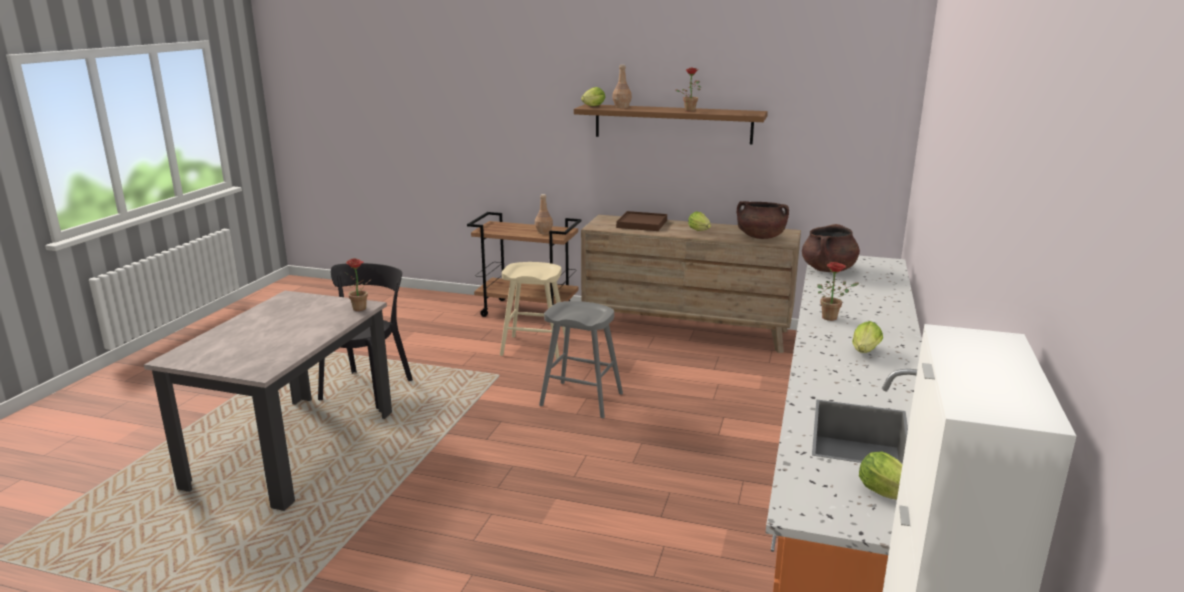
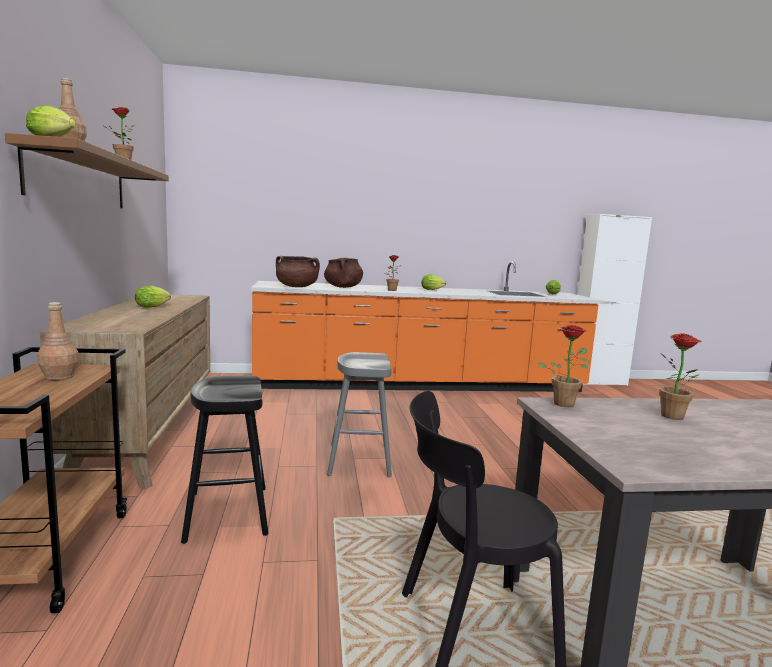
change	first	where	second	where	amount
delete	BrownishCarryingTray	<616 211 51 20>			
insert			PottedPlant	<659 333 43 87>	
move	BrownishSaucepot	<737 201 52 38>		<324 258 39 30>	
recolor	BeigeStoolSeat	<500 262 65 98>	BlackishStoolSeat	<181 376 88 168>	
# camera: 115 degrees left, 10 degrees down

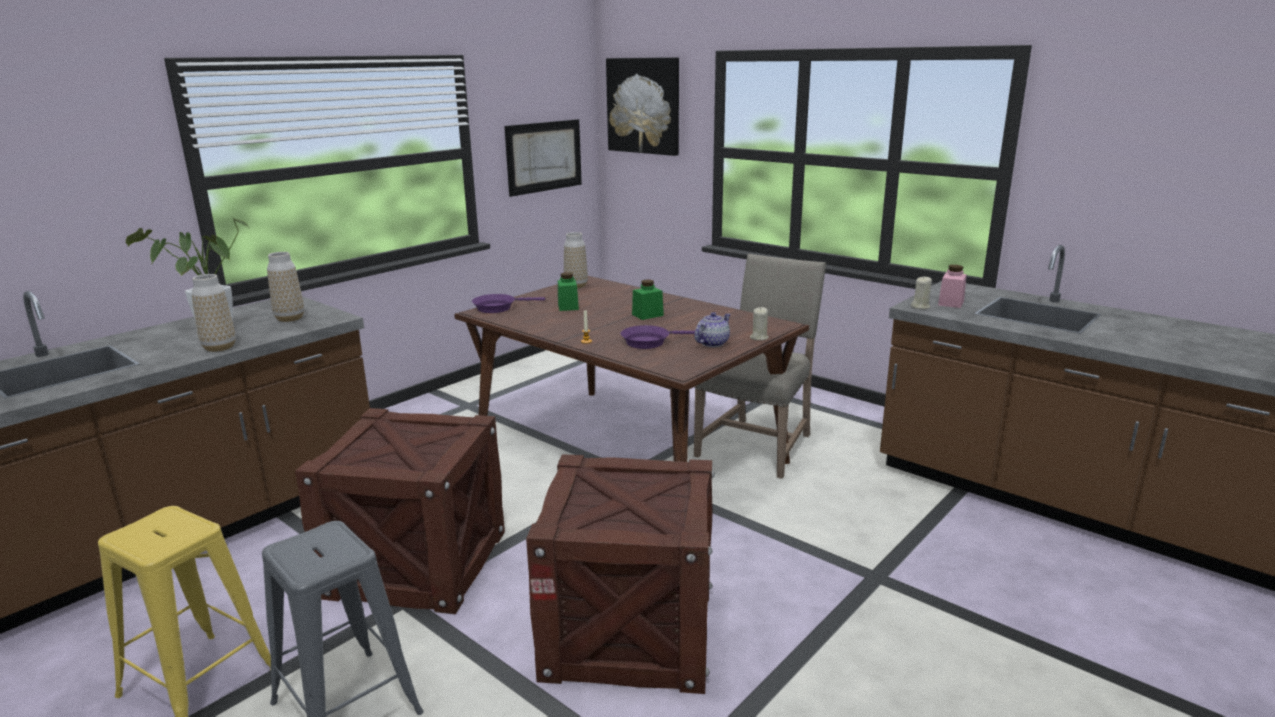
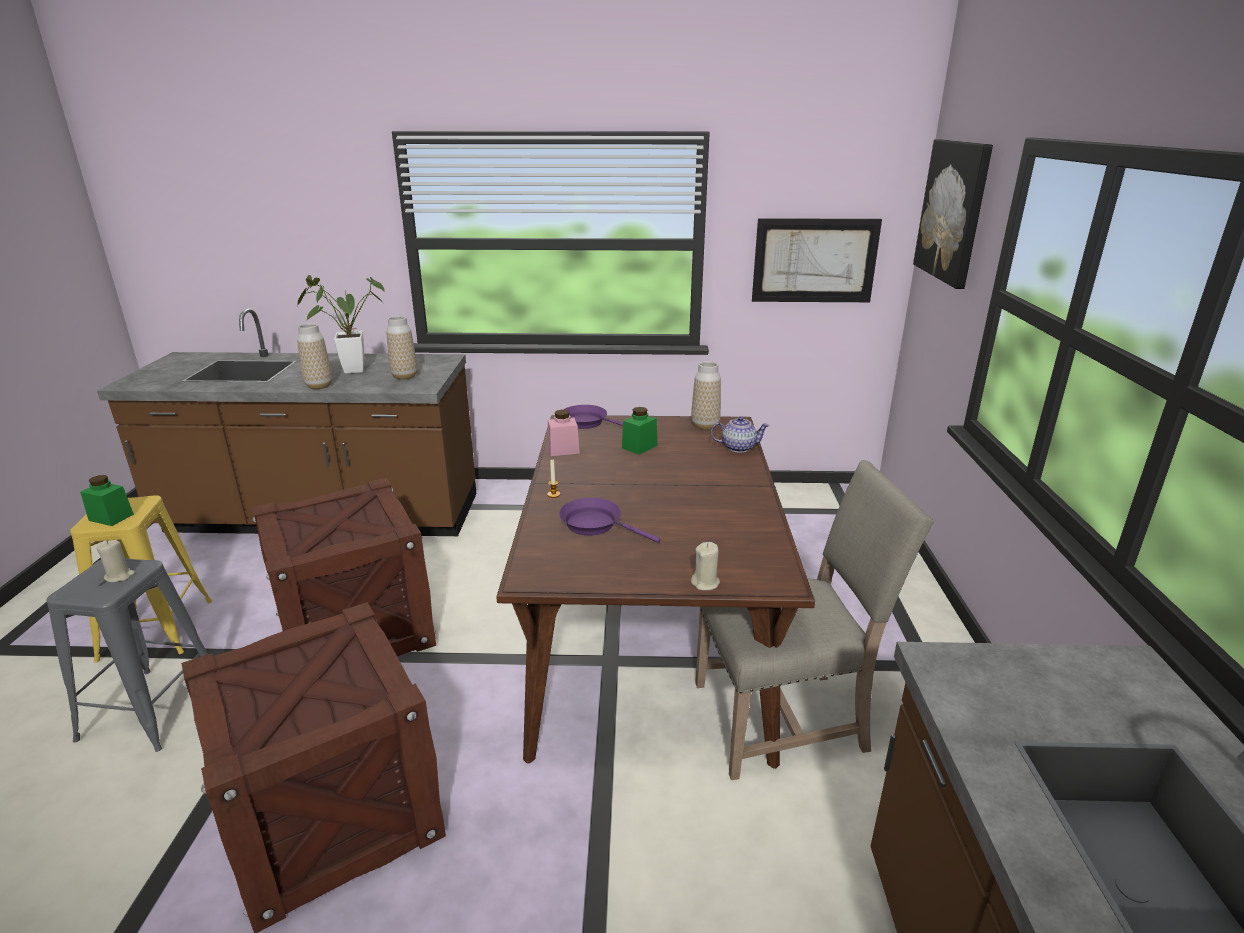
change	first	where	second	where	amount
move	GreenColouredJar	<632 279 32 41>		<80 475 54 51>	
move	TeaPot	<695 312 36 35>		<711 416 58 37>	
move	BeigeCandle	<911 277 21 32>		<96 540 39 42>	
move	PinkJar	<938 265 29 43>		<548 410 32 46>	
# camera: 50 degrees right, 5 degrees up

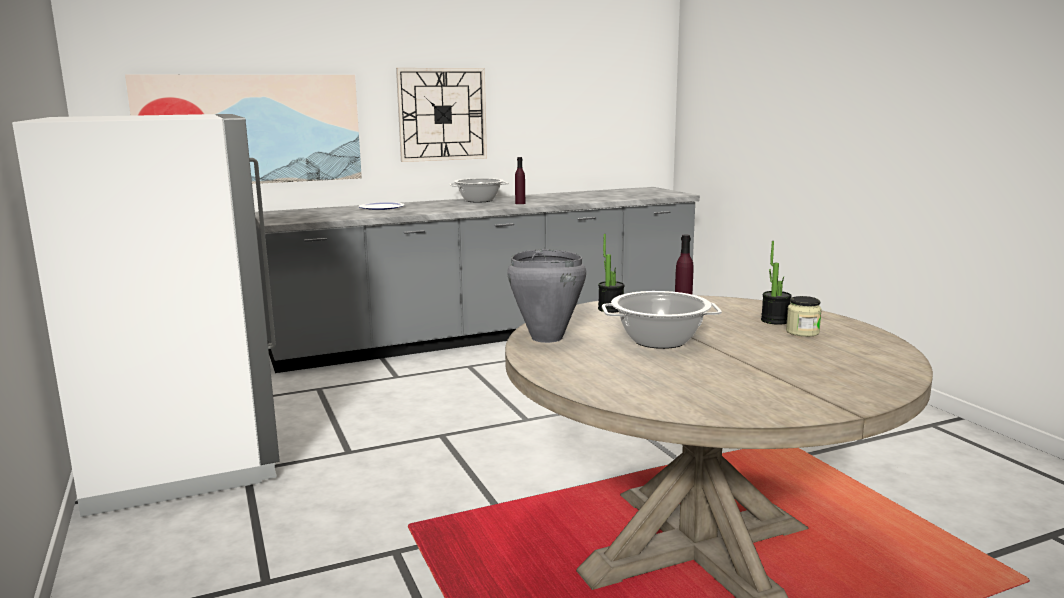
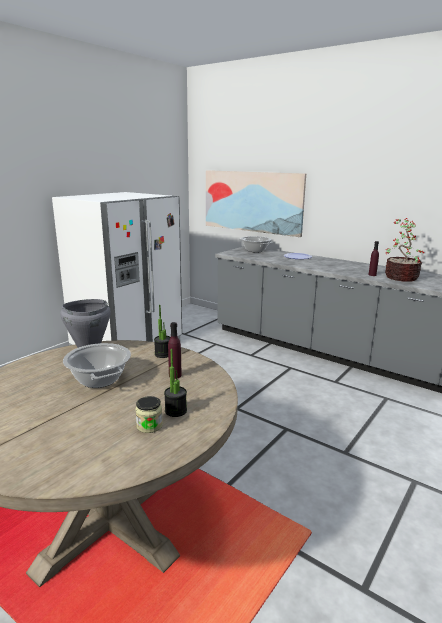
change	first	where	second	where	amount
delete	WallClock	<396 68 91 94>			
insert			PottedPlant	<385 218 39 64>	
move	Saucepot	<449 178 60 24>		<239 236 34 16>	
# camera: 60 degrees right, 5 degrees up

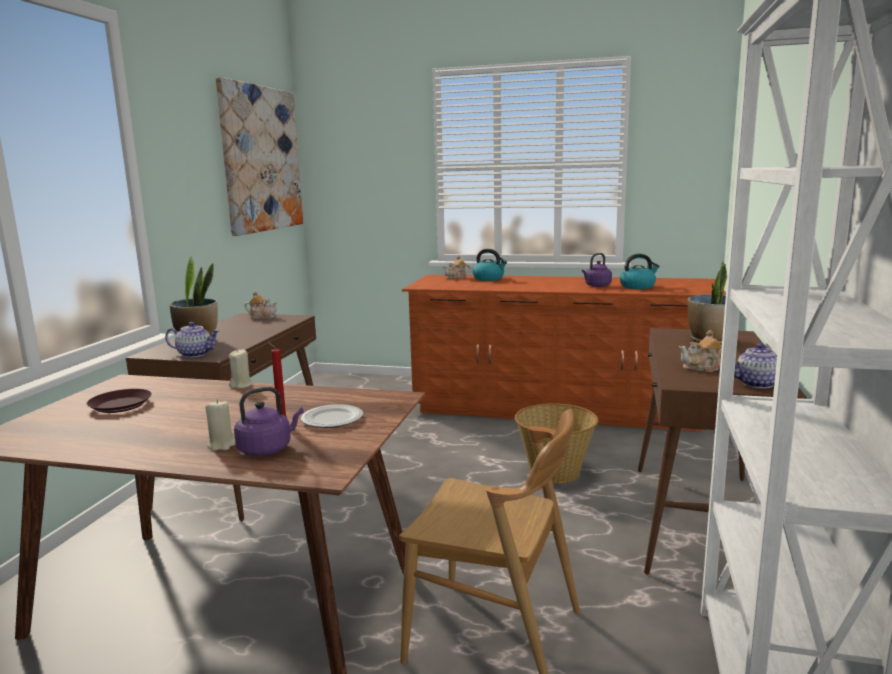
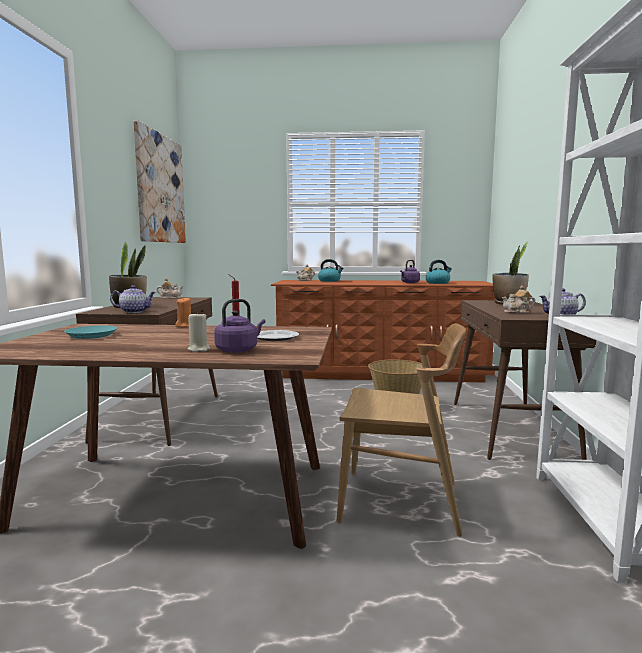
change	first	where	second	where	amount
recolor	BrownishPlate	<87 389 65 24>	BlueGreenPlate	<64 326 53 13>	
recolor	BeigeCandle	<229 349 23 40>	OrangeCandle	<175 298 16 29>	
# camera: 10 degrees left, 5 degrees down

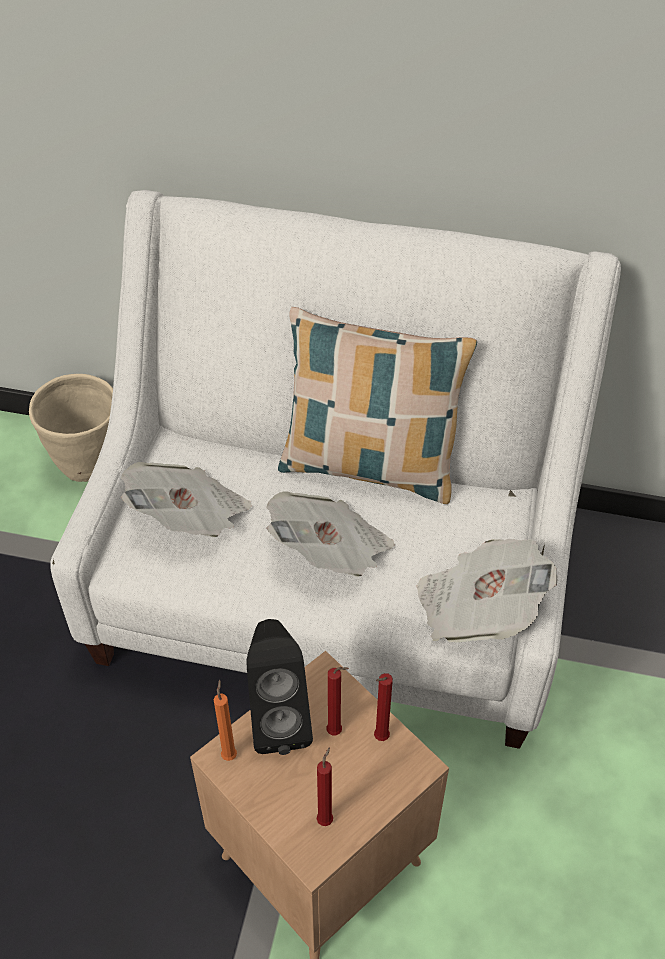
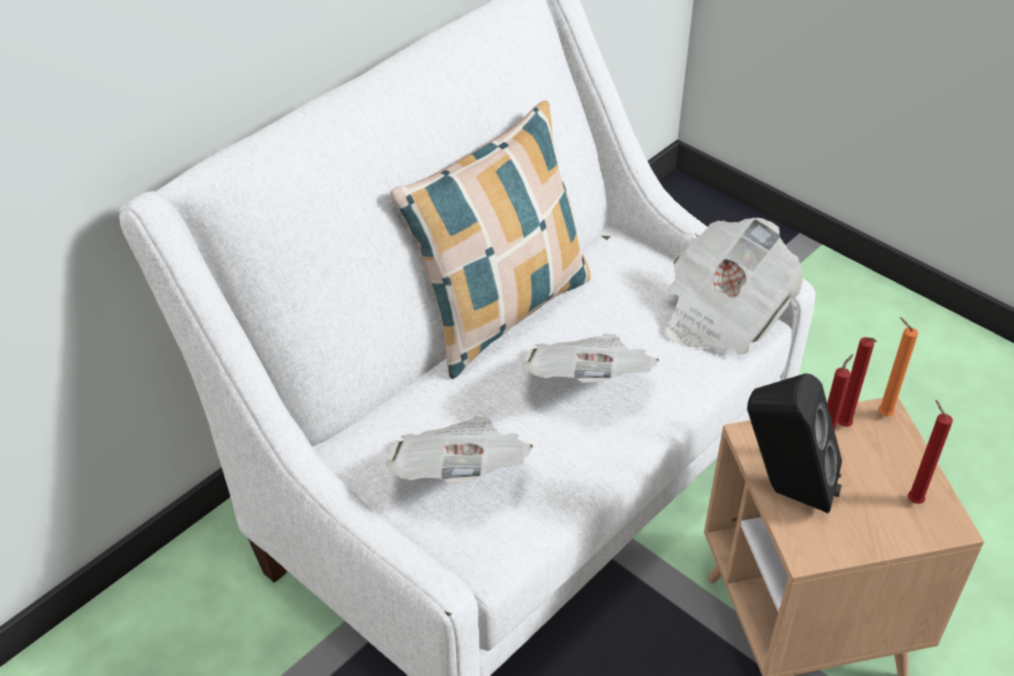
change	first	where	second	where	amount
delete	BeigePlantPot	<29 374 84 108>			
move	OrangeCandle	<214 680 23 81>		<878 317 40 100>	
# camera: 60 degrees left, 5 degrees down

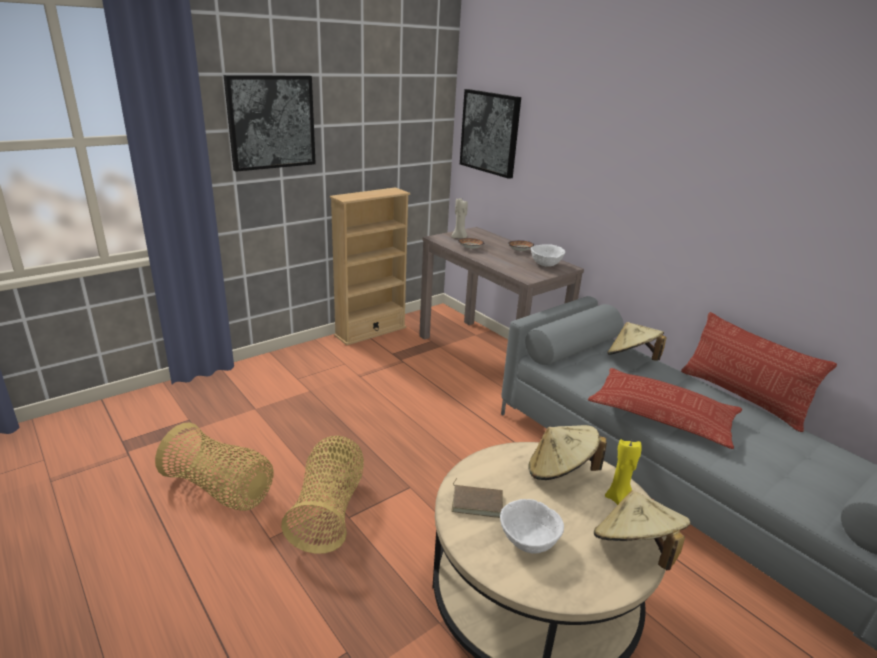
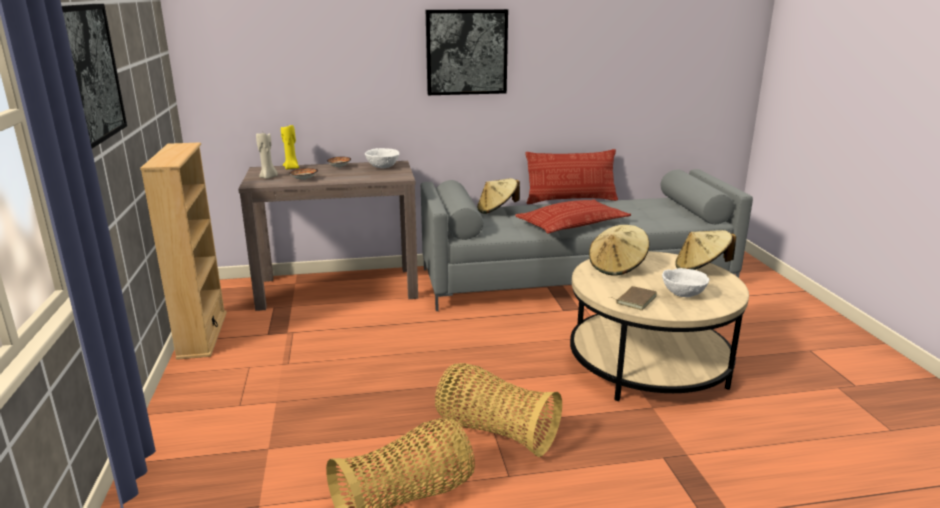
change	first	where	second	where	amount
move	WallPicture	<460 89 61 90>		<426 9 82 86>	
move	YellowCandle	<605 439 37 66>		<281 125 18 45>	
# camera: 60 degrees left, 5 degrees down

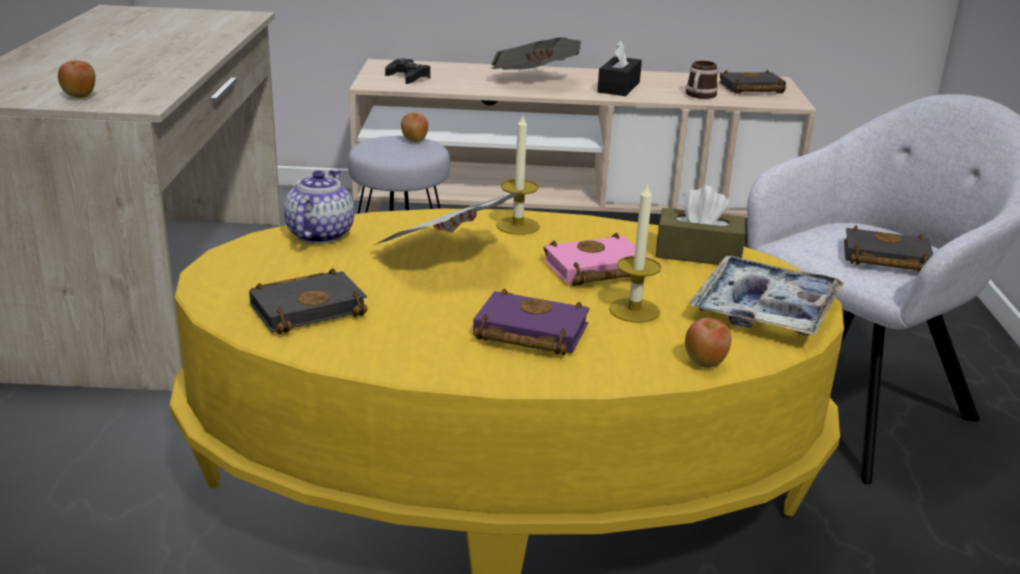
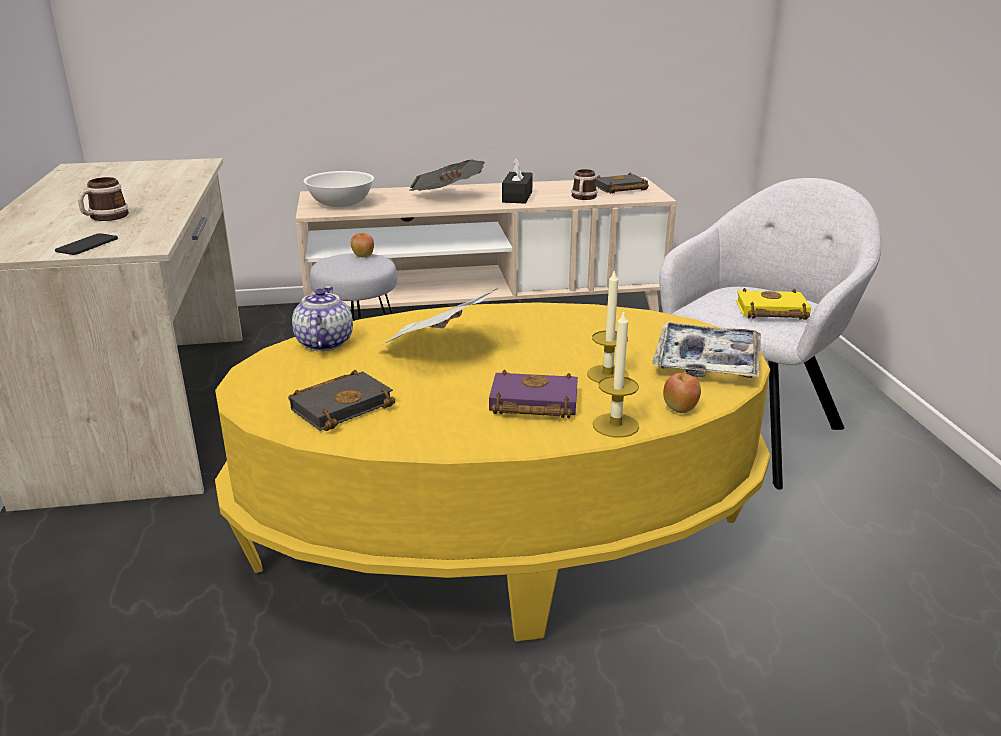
change	first	where	second	where	amount
delete	PinkVolume	<543 233 106 53>			
delete	BrownishBoxOfTissues	<656 186 89 79>			
insert			CoffeeMug	<78 177 51 44>	
move	Candle	<496 115 44 120>		<593 311 46 127>	
replace	WholeApple	<58 60 38 38>	Telephone	<55 233 63 22>	
replace	BlackishJoypad	<385 58 46 26>	WhiteServingBowl	<303 171 71 36>	
recolor	BlackishVolume	<844 225 89 48>	YellowVolume	<736 288 75 32>	
# camera: 10 degrees left, 0 degrees up

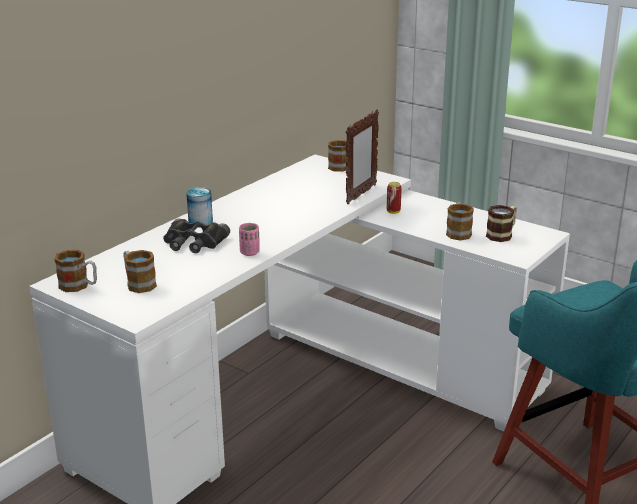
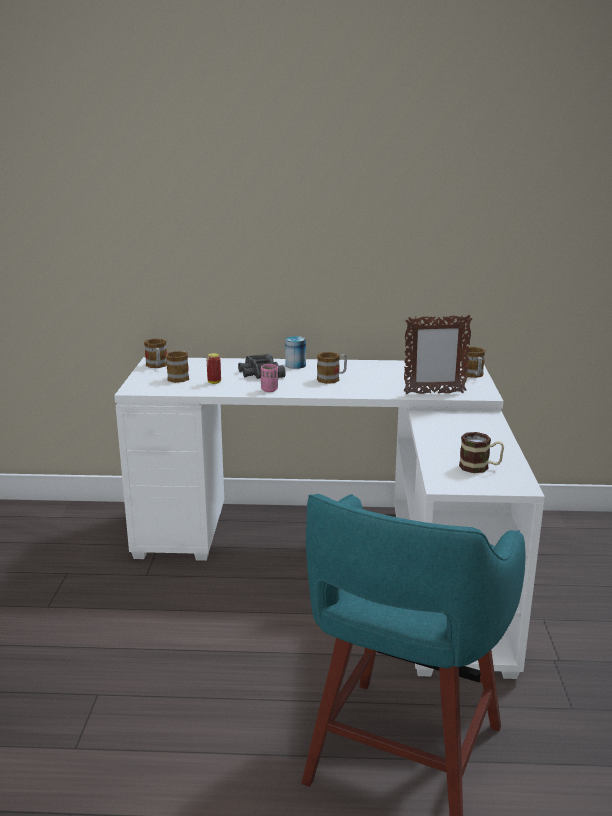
change	first	where	second	where	amount
move	Can	<387 182 15 32>		<207 353 14 31>	
move	CoffeeMug	<446 202 28 38>		<317 352 30 32>	
# camera: 55 degrees right, 5 degrees down

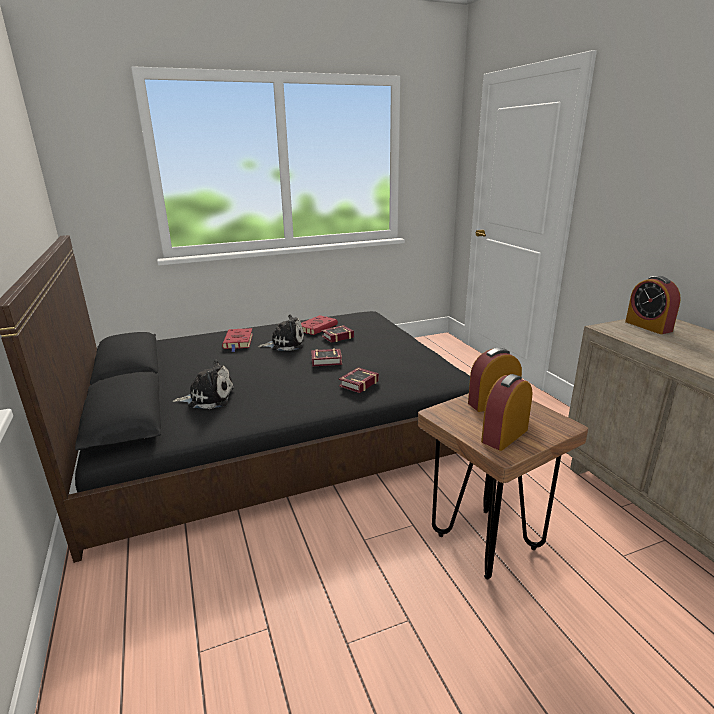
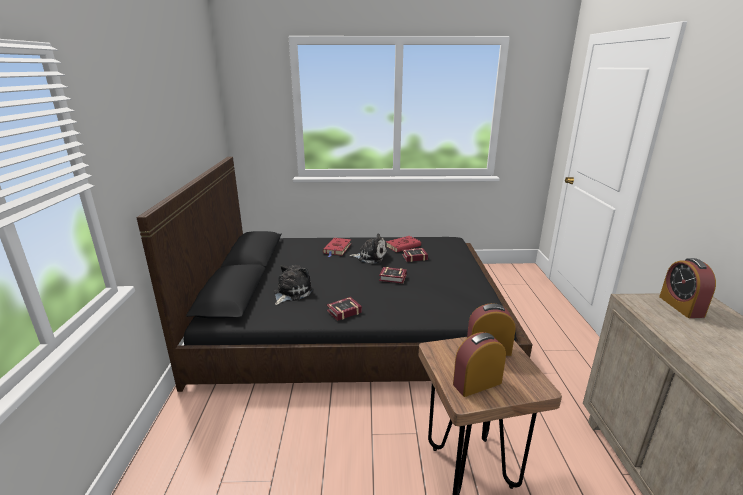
change	first	where	second	where	amount
move	Volume	<339 367 40 26>		<327 297 35 24>	
rotate	CuddlyToy	<173 360 61 49>		<274 265 40 40>	75 degrees counterclockwise
# camera: 20 degrees right, 0 degrees up

